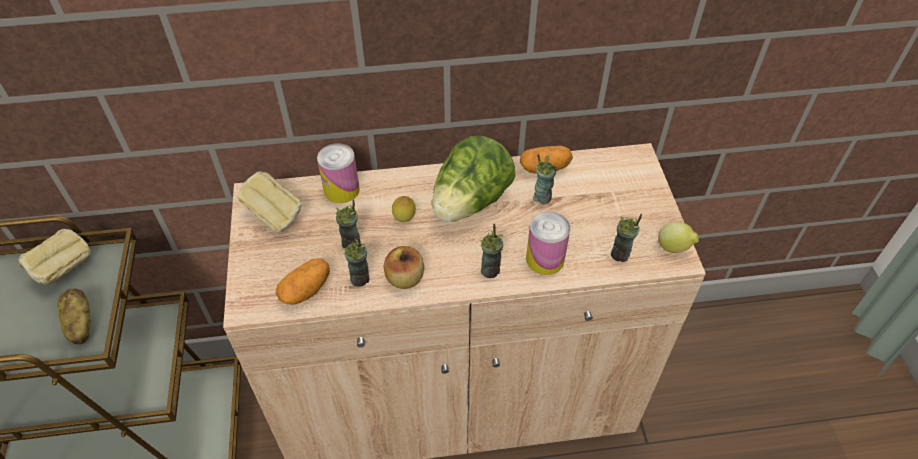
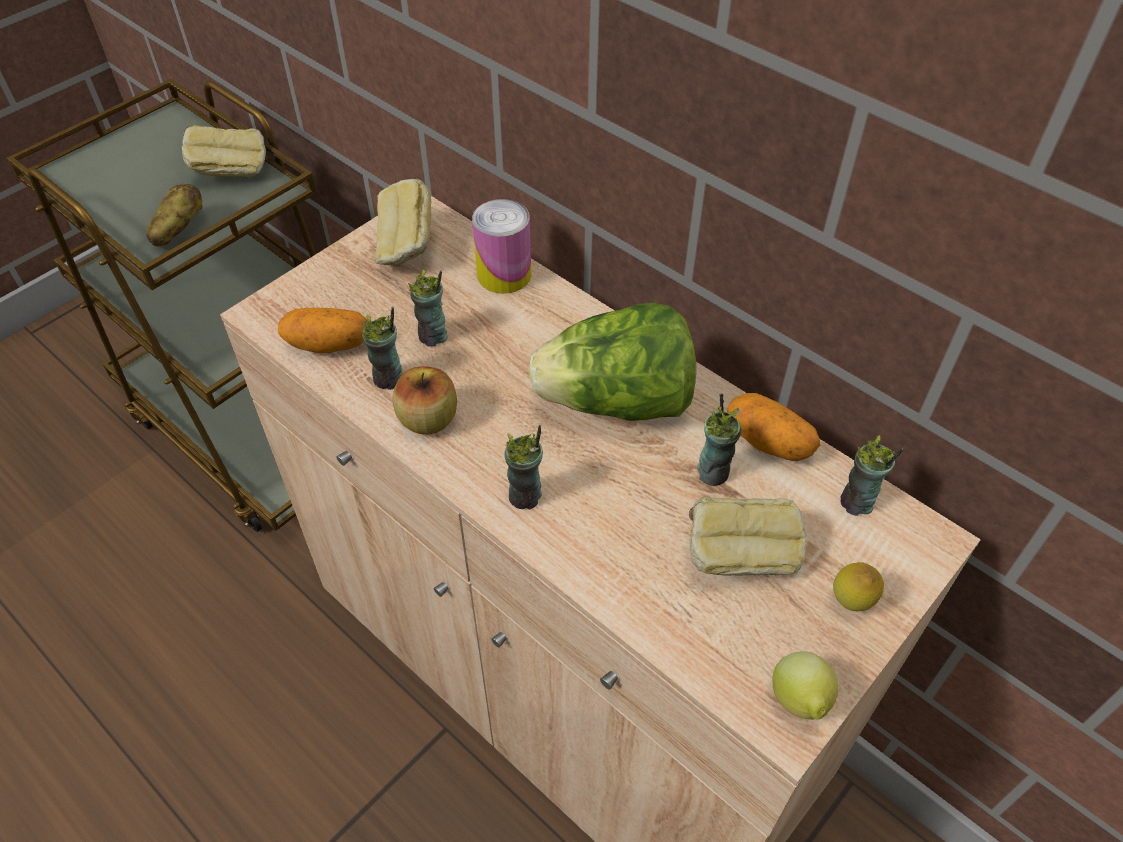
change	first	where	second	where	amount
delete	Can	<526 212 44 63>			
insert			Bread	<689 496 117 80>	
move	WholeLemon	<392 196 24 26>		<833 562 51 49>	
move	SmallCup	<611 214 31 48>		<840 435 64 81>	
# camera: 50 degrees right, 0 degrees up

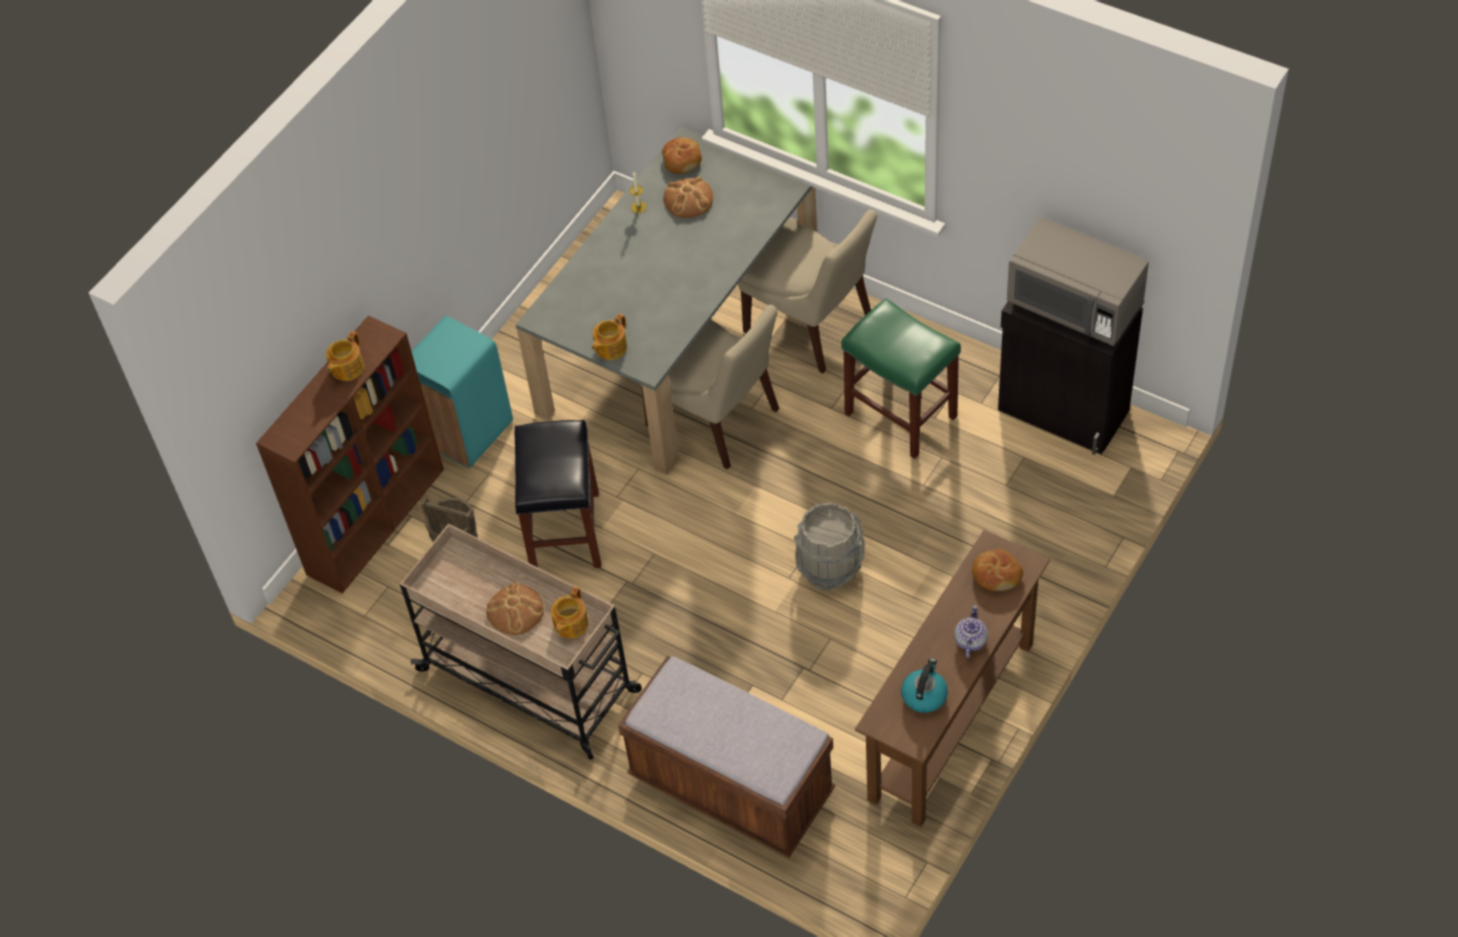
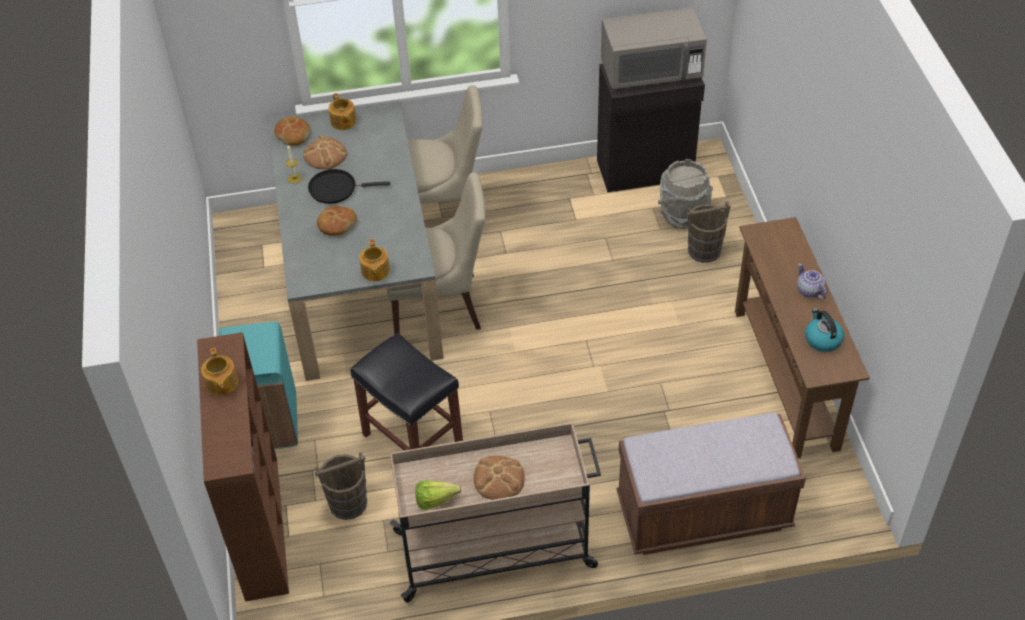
change	first	where	second	where	amount
delete	GreenColouredStoolSeat	<841 298 120 161>			
insert			BlackishPan	<308 169 82 35>	
insert			Lettuce	<415 481 46 29>	
insert			BrownishPail	<687 201 44 62>	
move	TeaPot	<551 587 38 51>		<329 93 27 37>	
move	GreyPail	<794 502 71 89>		<658 159 55 70>	
move	Bread	<972 549 51 42>		<317 206 40 30>	
# camera: 45 degrees left, 5 degrees down

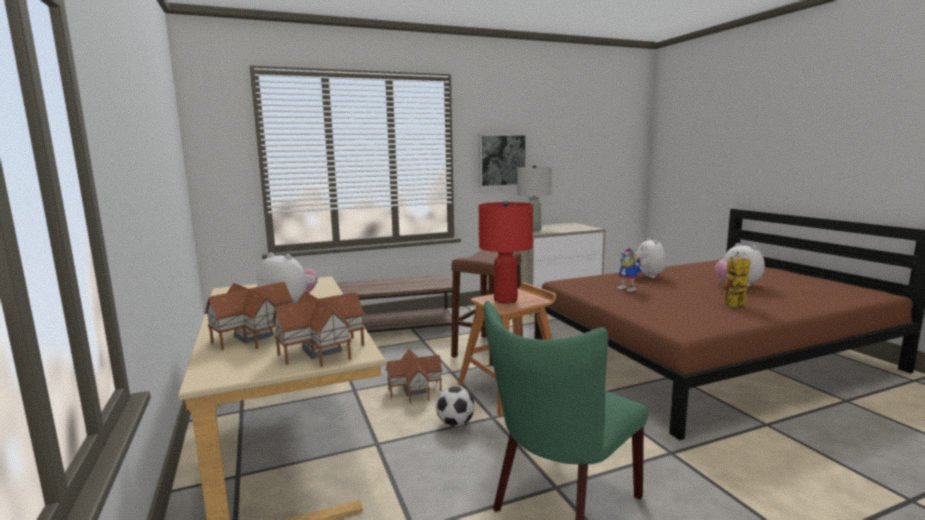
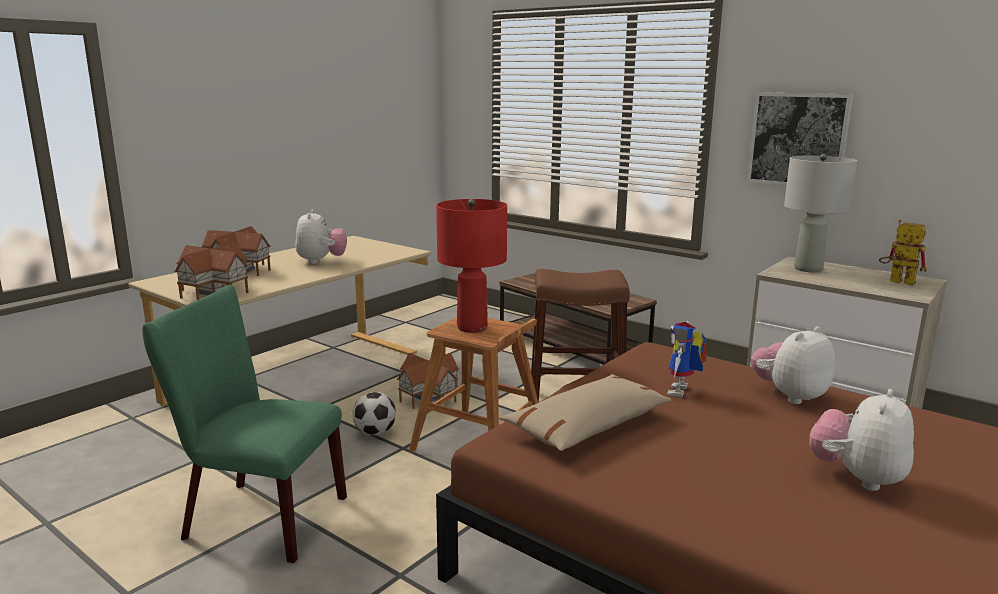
change	first	where	second	where	amount
insert			BeigePillow	<499 374 173 77>	
move	ModelRobot	<718 257 32 50>		<879 219 48 67>	
# camera: 60 degrees right, 5 degrees up

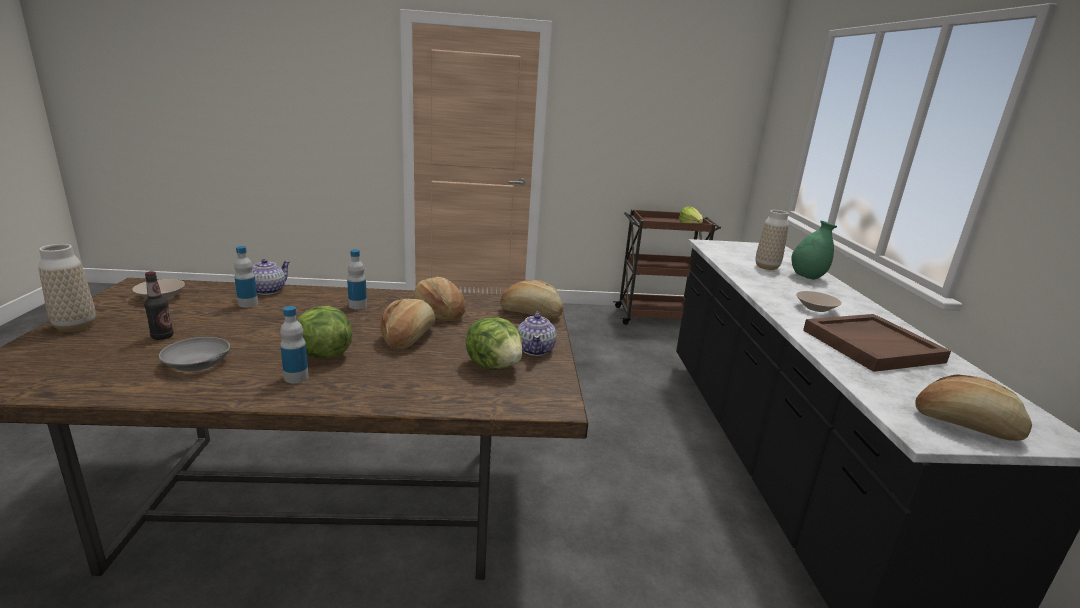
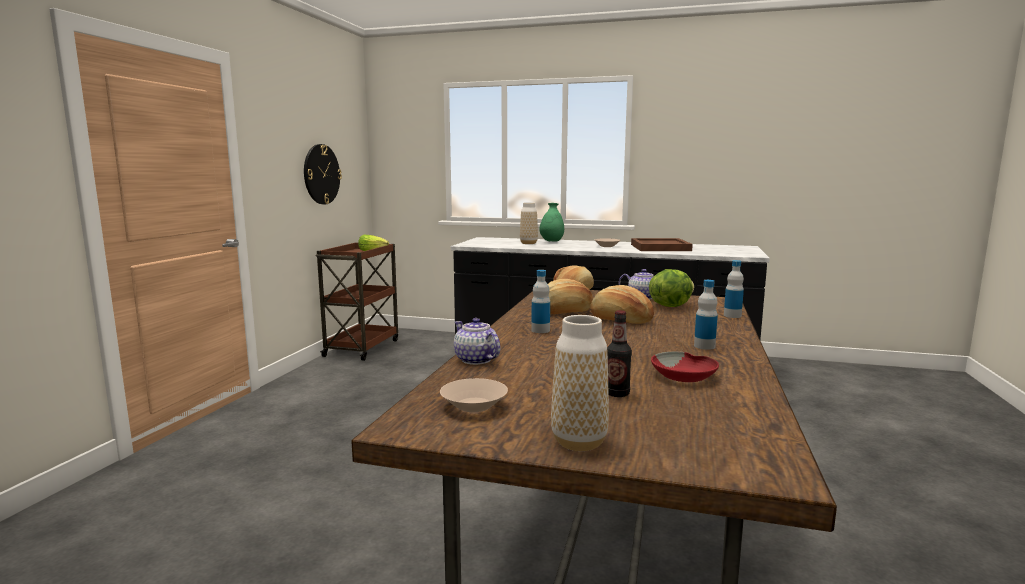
change	first	where	second	where	amount
delete	Lettuce	<297 306 55 53>			
delete	Bread	<915 374 117 67>			
insert			WallClock	<304 144 38 60>	
move	DrinkBottle	<234 246 24 61>		<724 260 20 58>	
recolor	GreyServingBowl	<159 337 71 34>	ReddishServingBowl	<651 352 68 30>	
# camera: 70 degrees left, 10 degrees down

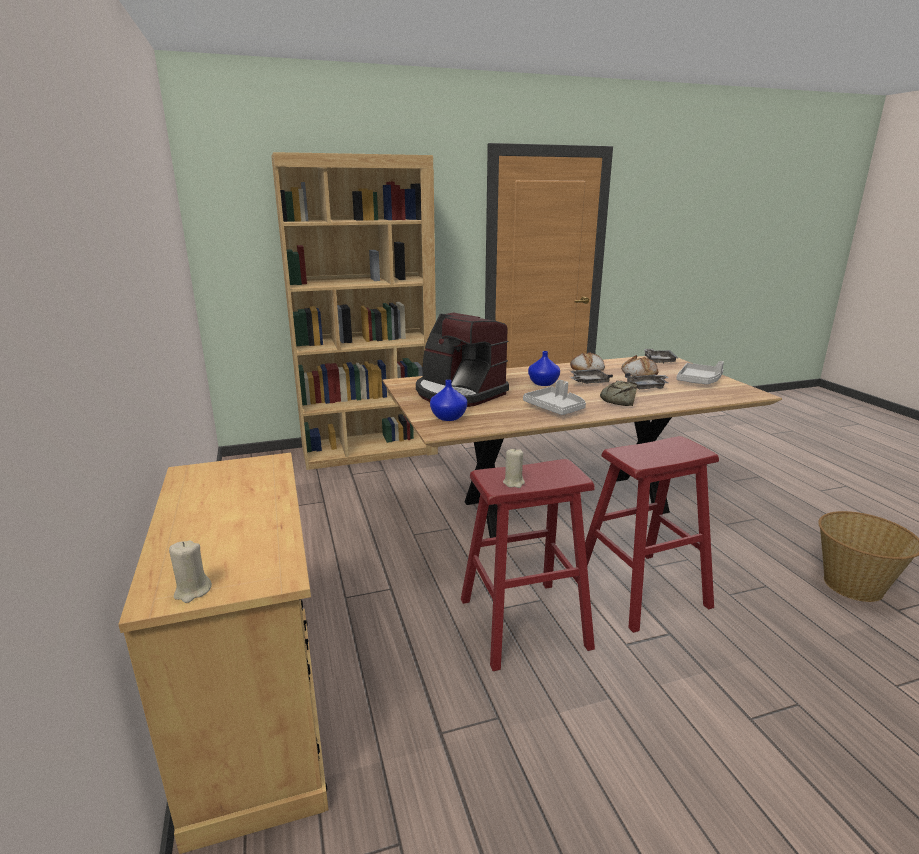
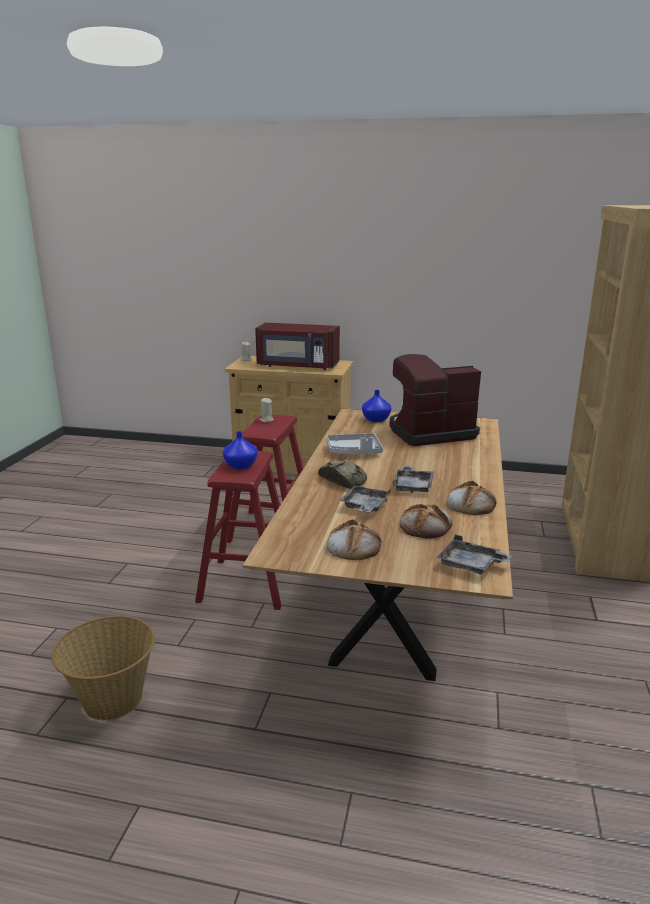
change	first	where	second	where	amount
insert			ReddishMicrowaveOven	<255 323 85 47>	
move	BlueFlowerVase	<528 351 32 35>		<223 431 35 38>	
replace	GreyCarryingTray	<677 361 47 23>	Bread	<326 519 56 41>	
# camera: 120 degrees right, 0 degrees up

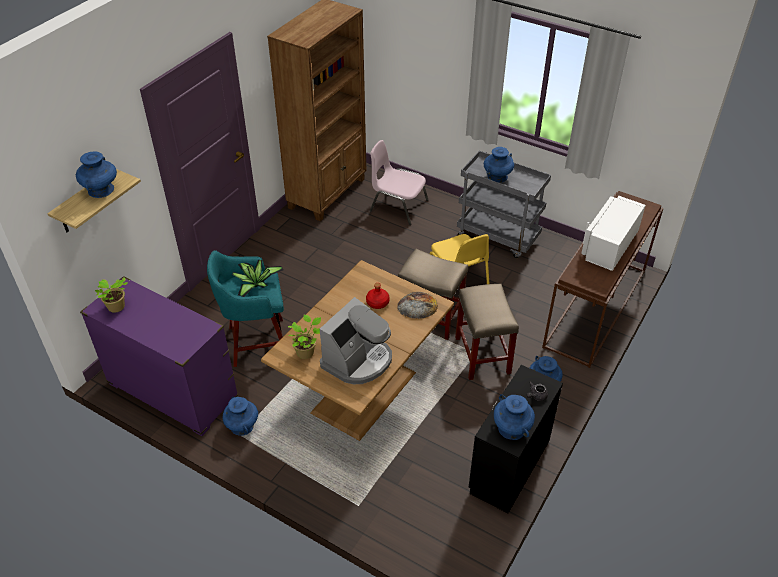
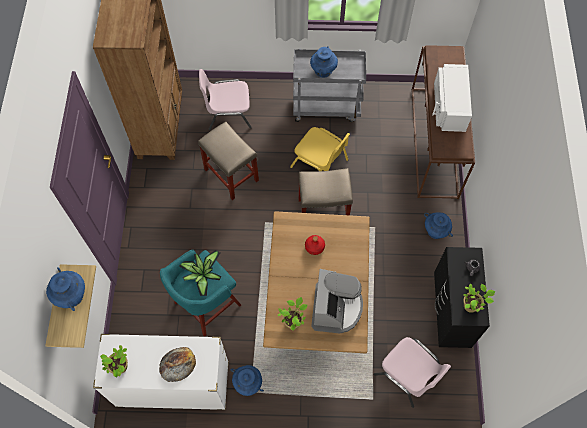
change	first	where	second	where	amount
insert			PinkChair	<374 337 77 71>	
move	Bread	<397 292 41 27>		<159 347 37 35>	
move	BeigeStoolSeat	<455 284 64 96>		<198 122 61 78>	
replace	BlueFlowerVase	<494 394 41 46>	PottedPlant	<463 284 32 29>	
recolor	PurpleColouredDresser	<80 276 158 160>	WhiteDresser	<93 334 136 76>	
# camera: 30 degrees left, 20 degrees up

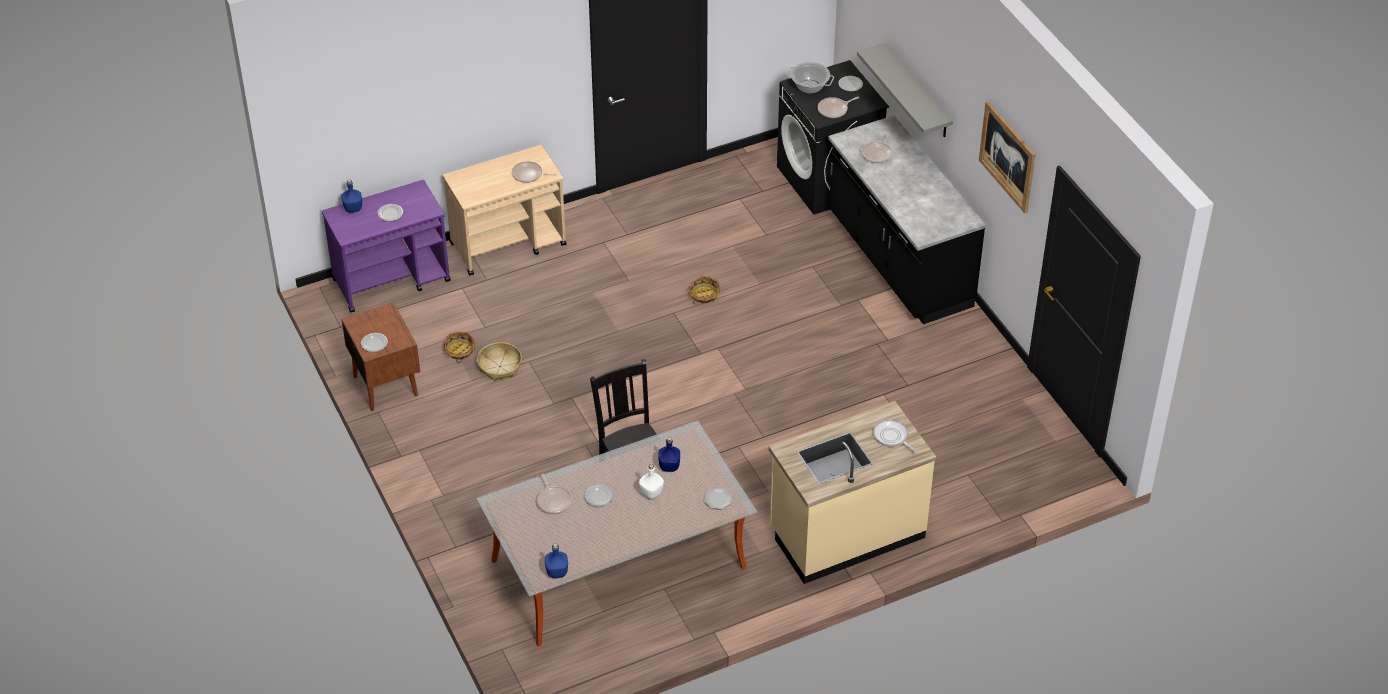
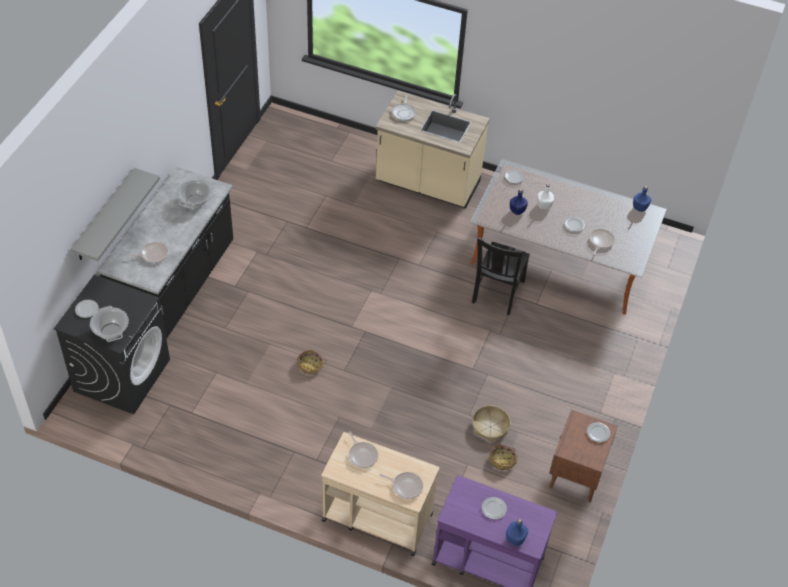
change	first	where	second	where	amount
delete	WallPicture	<979 101 57 113>			
insert			Saucepot	<177 179 35 29>	
move	Pan	<818 97 41 21>		<379 472 44 27>	
# camera: 135 degrees left, 5 degrees up

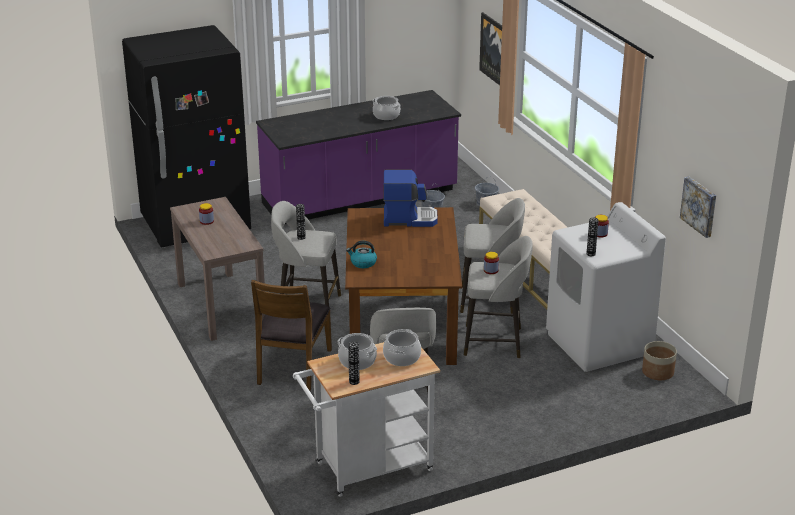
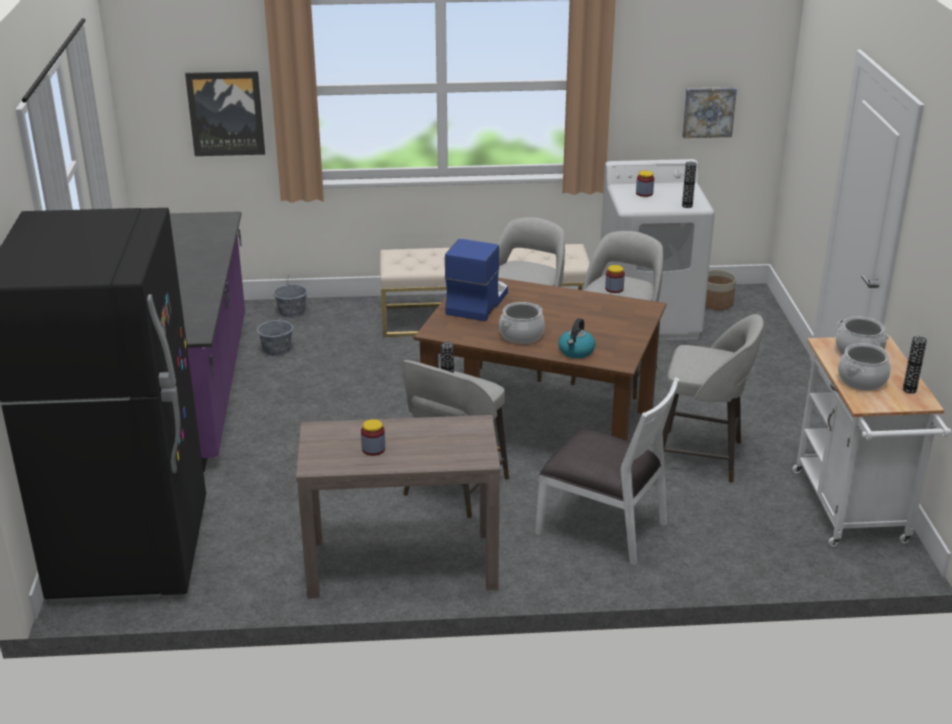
change	first	where	second	where	amount
move	Saucepot	<373 96 28 24>		<499 302 46 42>	
recolor	BrownishChair	<251 280 81 111>	WhiteChair	<535 377 145 189>	
# camera: 70 degrees left, 0 degrees up

